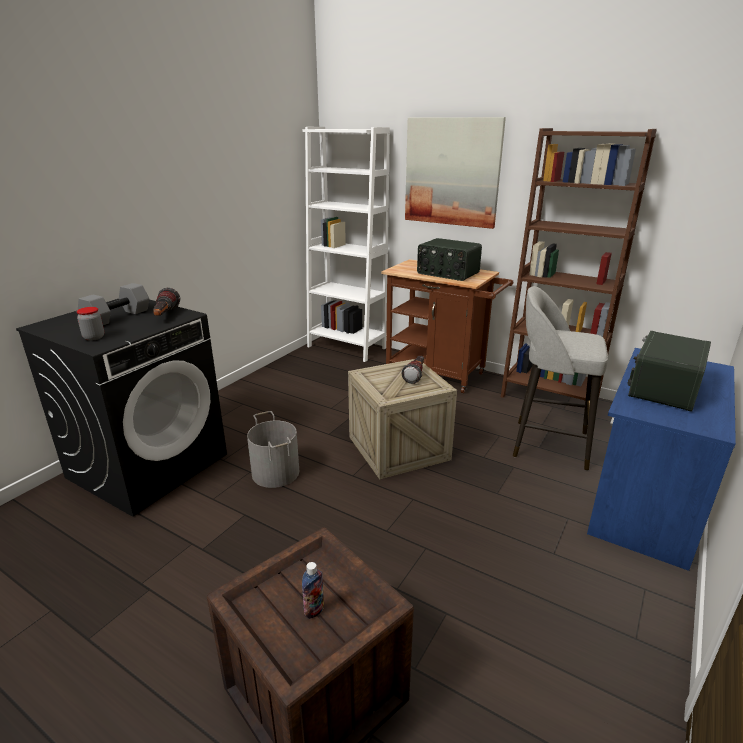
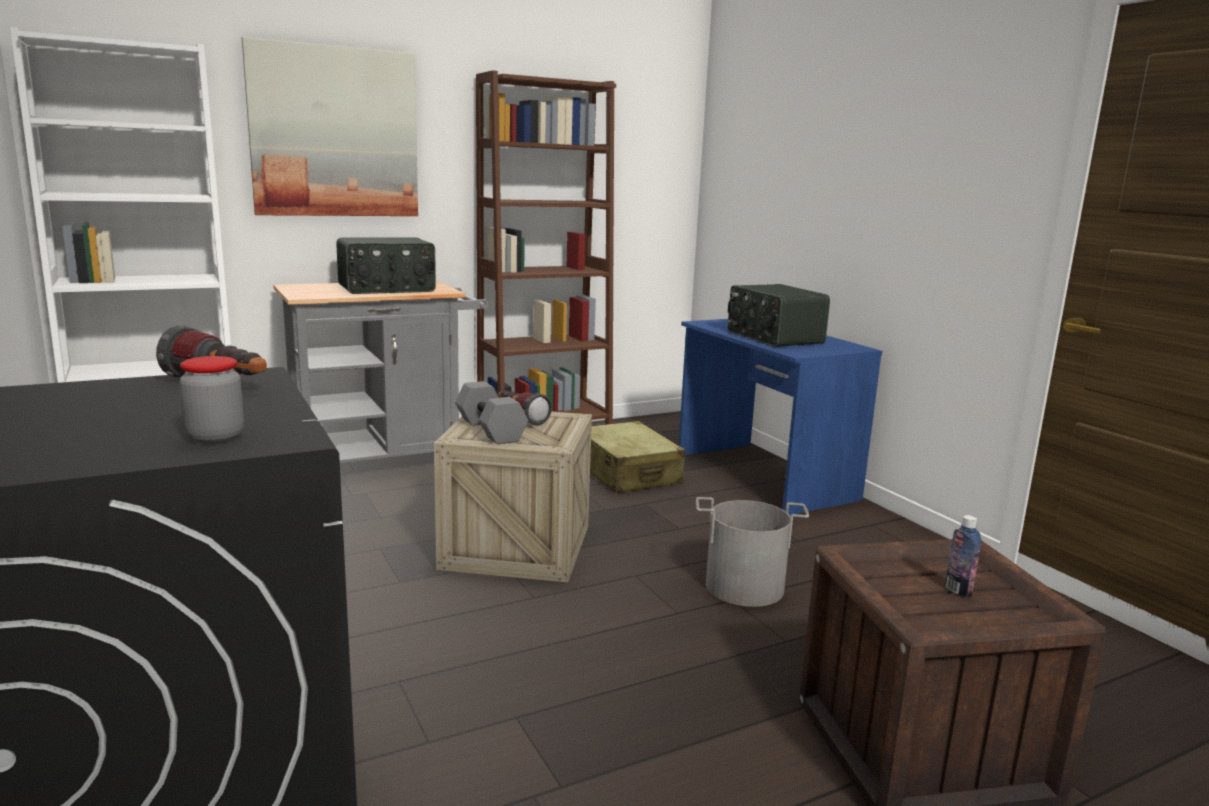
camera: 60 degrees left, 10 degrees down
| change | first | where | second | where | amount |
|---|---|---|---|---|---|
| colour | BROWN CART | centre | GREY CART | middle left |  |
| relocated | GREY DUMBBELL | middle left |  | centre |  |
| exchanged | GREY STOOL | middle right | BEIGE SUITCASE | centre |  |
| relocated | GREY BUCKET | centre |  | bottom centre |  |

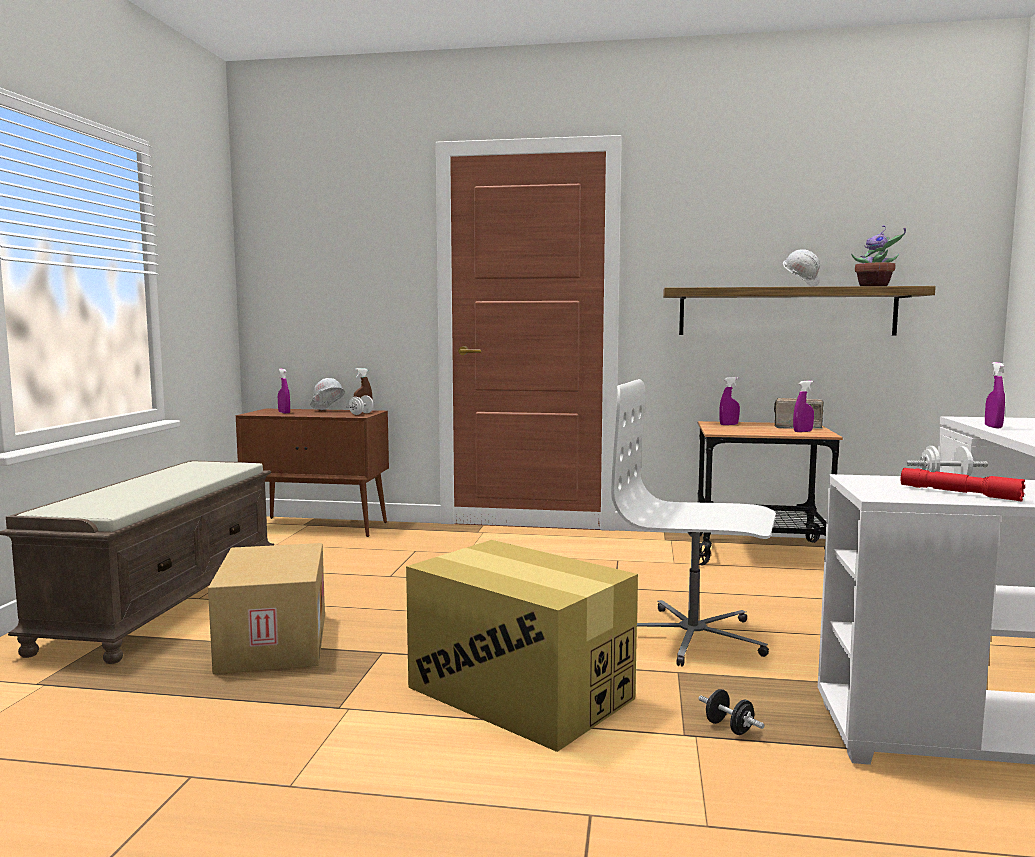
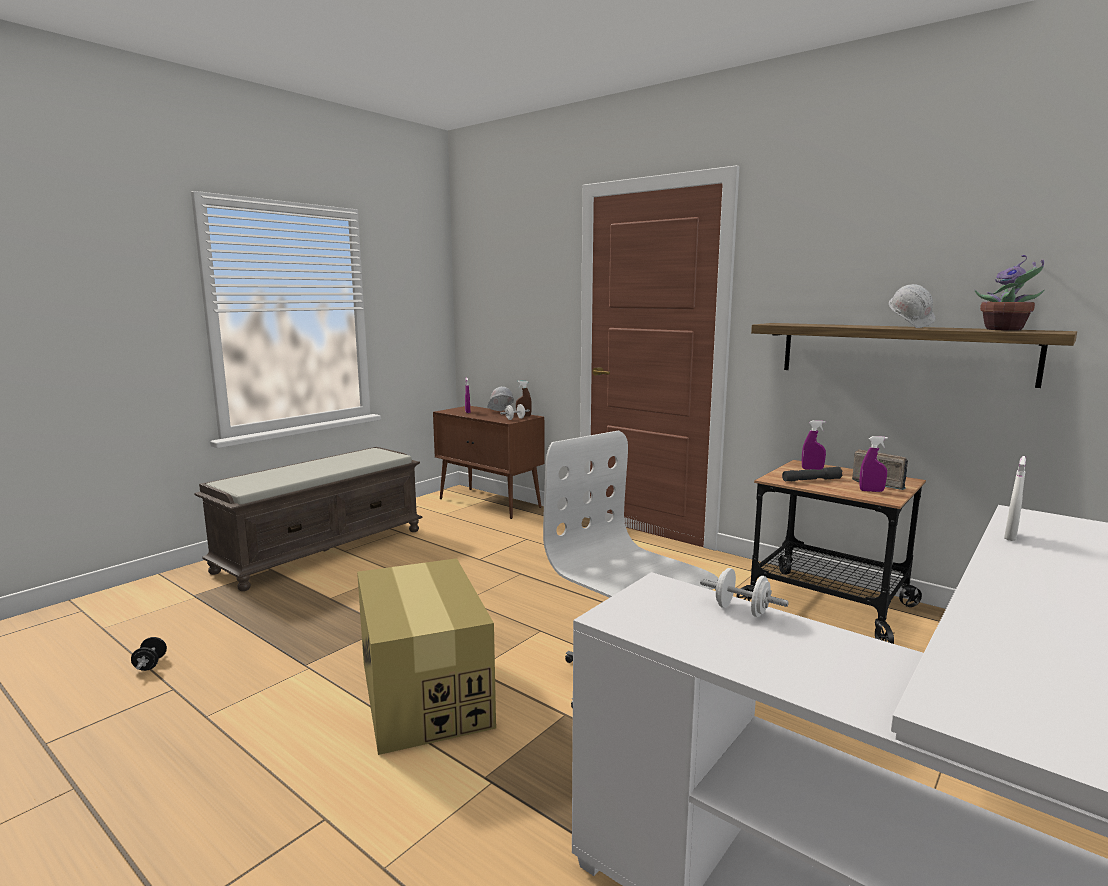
camera: 30 degrees right, 5 degrees up
| change | first | where | second | where | amount |
|---|---|---|---|---|---|
| relocated | BLACK DUMBBELL | bottom right |  | bottom left |  |
| appeared |  |  | GREY FLASHLIGHT | middle right |  |
| colour | PURPLE SPRAY BOTTLE (no. 4 from left) | middle right | WHITE SPRAY BOTTLE | middle right |  |
| missing | CARDBOARD BOX (no. 1 from left) | bottom left |  |  |  |
| missing | RED FLASHLIGHT | middle right |  |  |  |

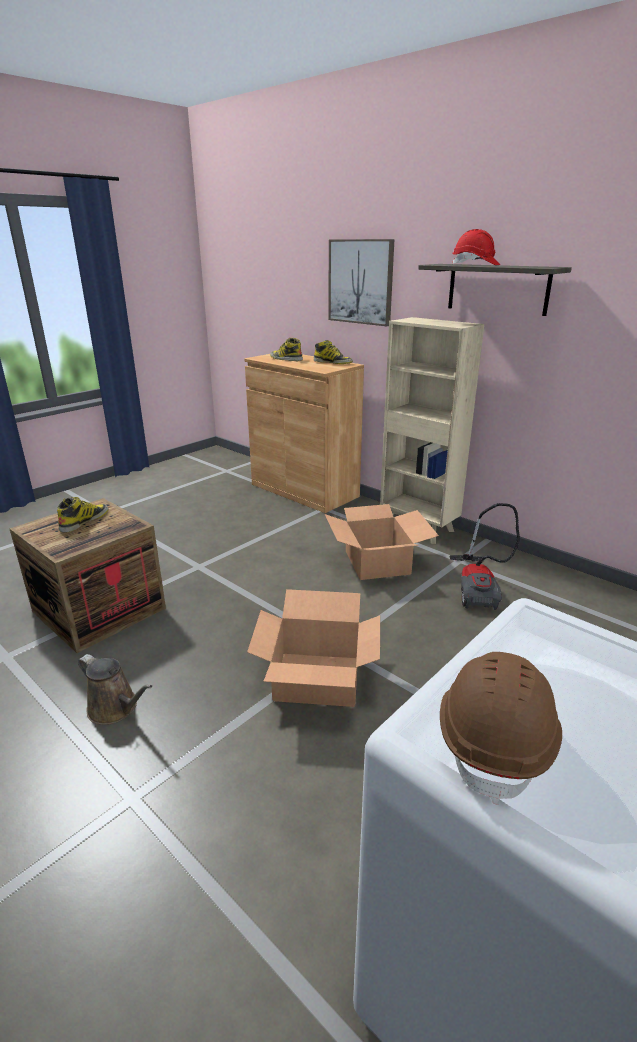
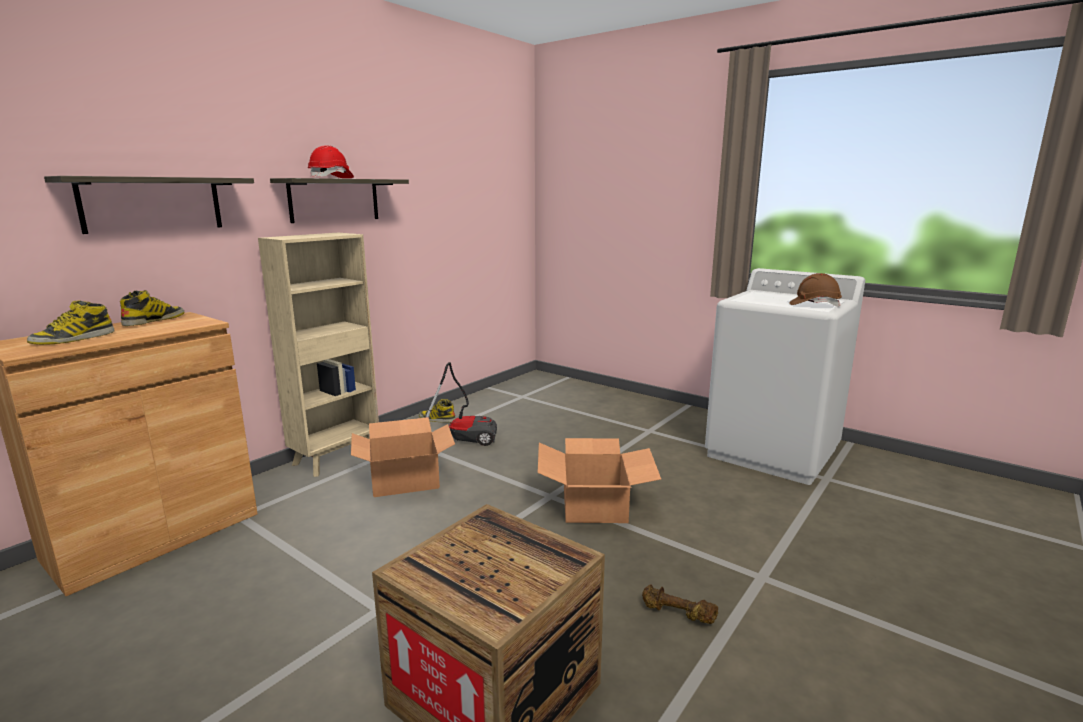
camera: 95 degrees left, 10 degrees down
| change | first | where | second | where | amount |
|---|---|---|---|---|---|
| exchanged | PICTURE | top centre | SHELF (no. 1 from left) | top left |  |
| relocated | BOOT (no. 1 from left in the first image) | middle left | BOOT (no. 3 from left) | centre |  |
| exchanged | BROWN WATERING CAN | middle left | BROWN DUMBBELL | bottom centre |  |

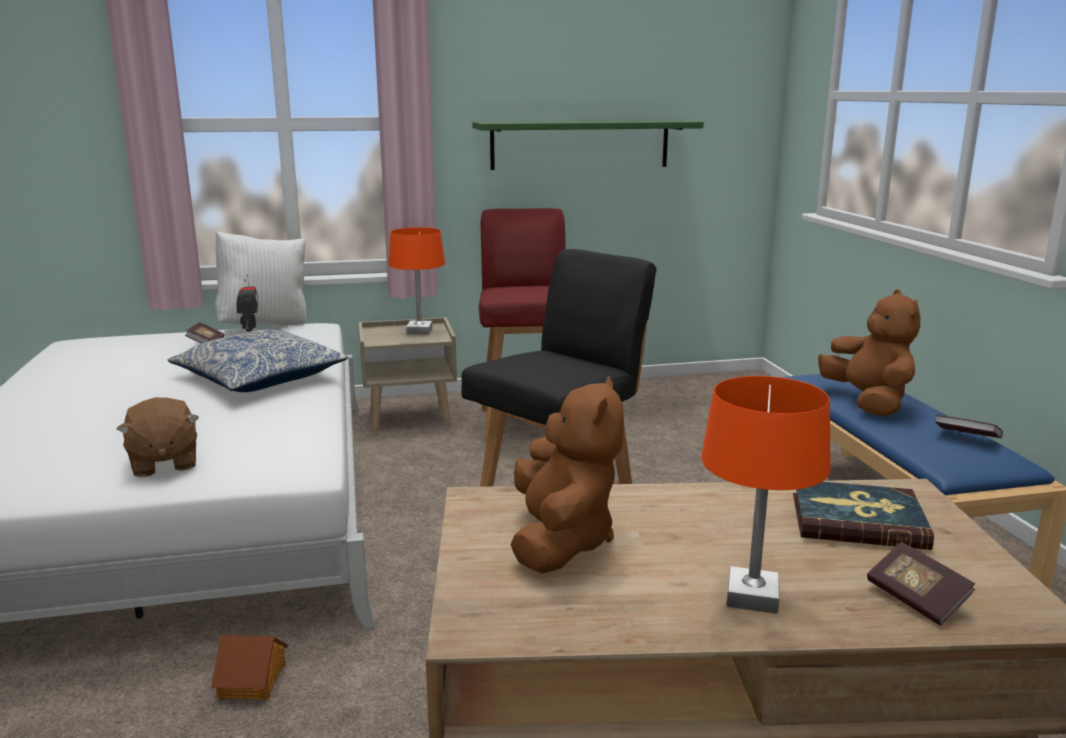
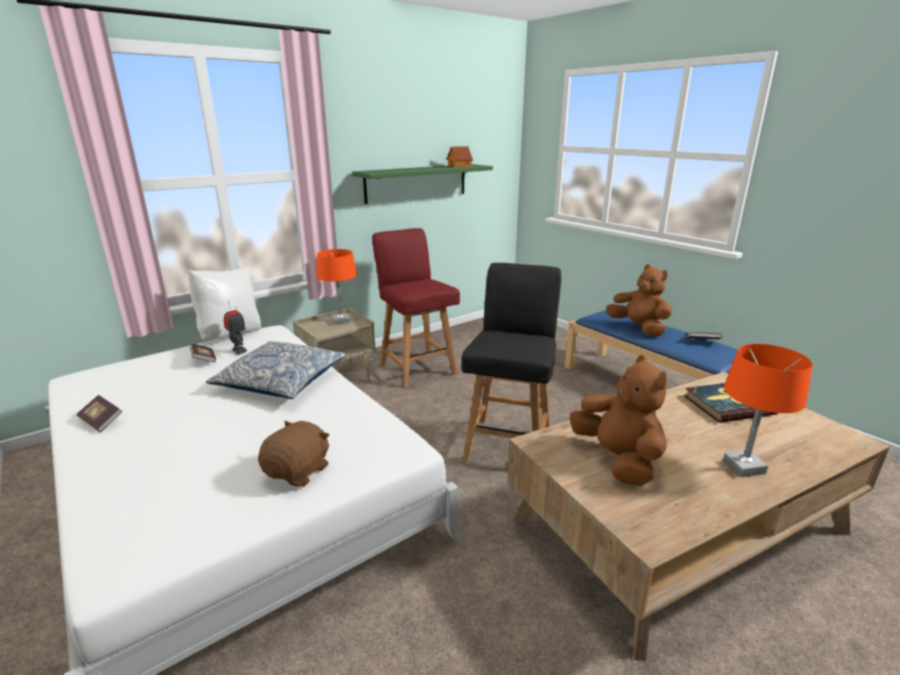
camera: 25 degrees left, 5 degrees up
| change | first | where | second | where | amount |
|---|---|---|---|---|---|
| relocated | BOOK (no. 3 from left in the first image) | bottom right | BOOK (no. 1 from left) | middle left |  |
| spun | BROWN PLUSH TOY (no. 1 from left) | middle left |  | bottom left | 105 degrees counterclockwise |
| relocated | TOY HOUSE | bottom left |  | top centre |  |

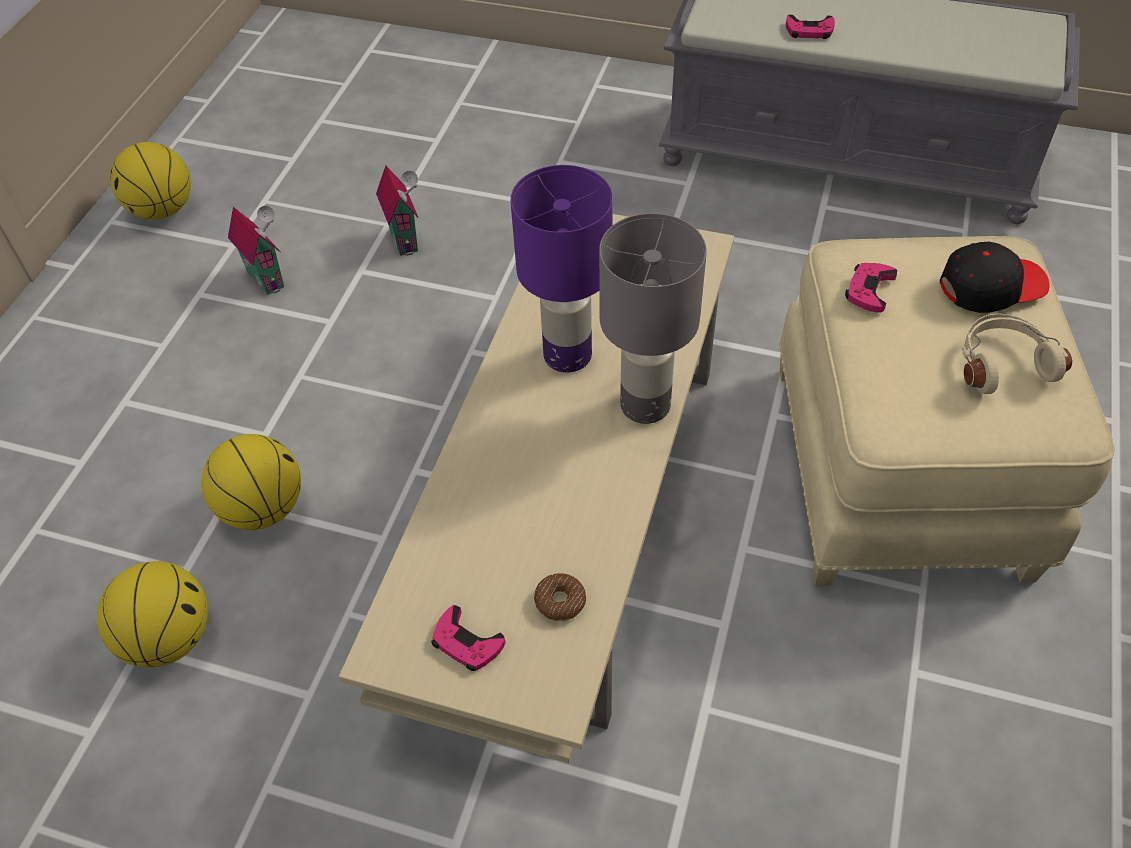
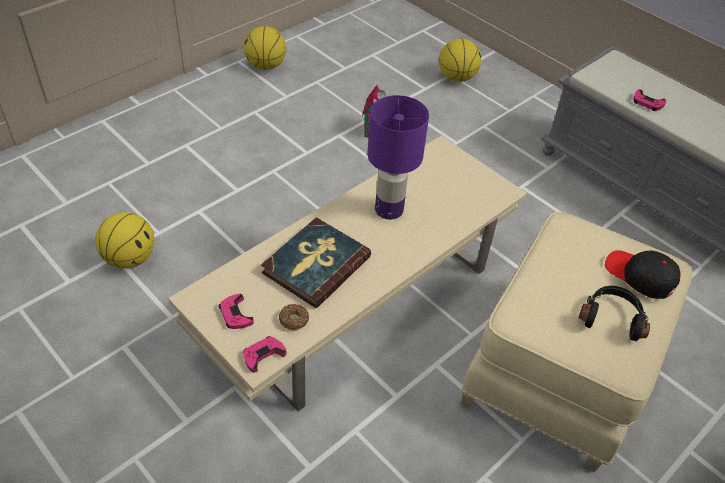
camera: 25 degrees right, 5 degrees down
| change | first | where | second | where | amount |
|---|---|---|---|---|---|
| relocated | PINK GAME CONTROLLER (no. 3 from left in the first image) | middle right | PINK GAME CONTROLLER (no. 2 from left) | bottom centre |  |
| appeared |  |  | BOOK | centre |  |
| relocated | BASKETBALL (no. 3 from left) | middle left |  | top centre |  |
| colour | BEIGE HEADPHONES | middle right | BLACK HEADPHONES | middle right |  |
| spun | BLACK CAP | top right |  | middle right | 150 degrees counterclockwise |
| missing | TOY HOUSE (no. 1 from left) | top left |  |  |  |
| missing | GREY TABLE LAMP | centre |  |  |  |

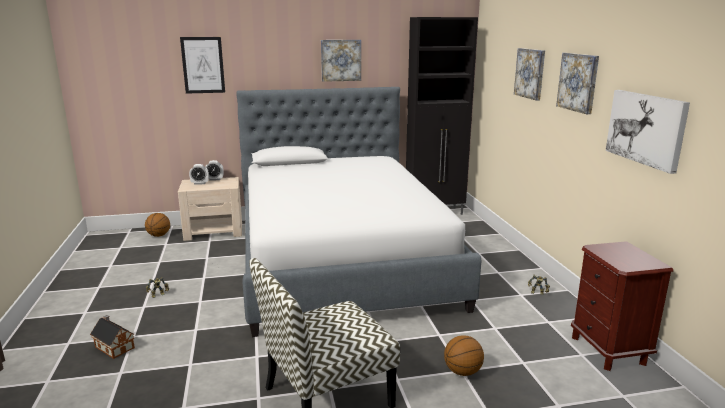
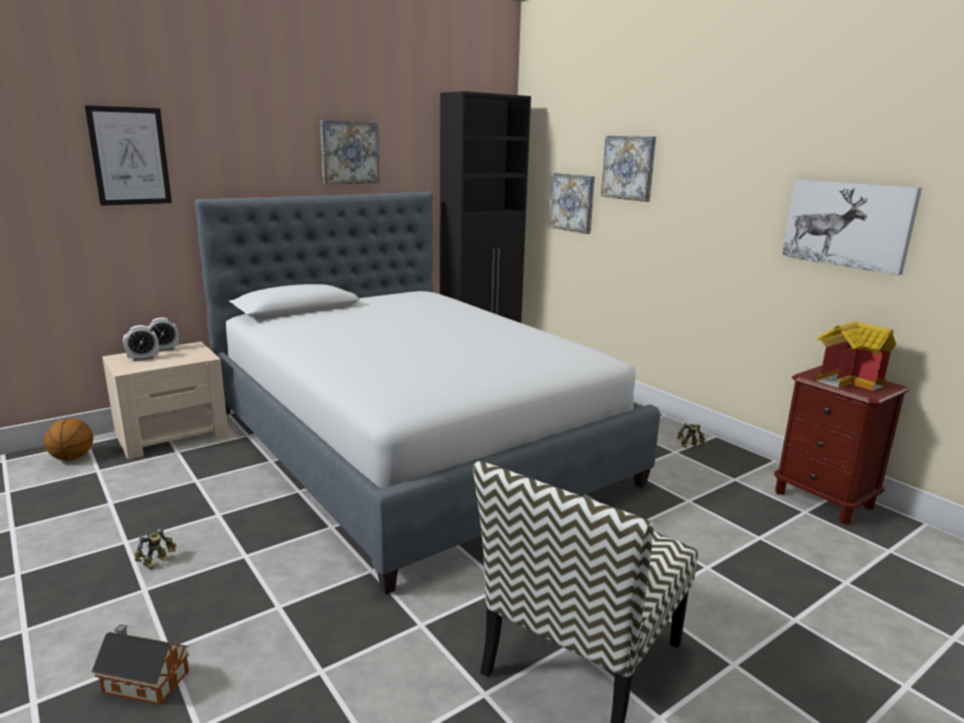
camera: 25 degrees left, 0 degrees up
| change | first | where | second | where | amount |
|---|---|---|---|---|---|
| relocated | PICTURE (no. 4 from left in the first image) | top right | PICTURE (no. 3 from left) | top centre |  |
| appeared |  |  | TOY HOUSE (no. 2 from left) | middle right |  |
| missing | BASKETBALL (no. 2 from left) | bottom centre |  |  |  |

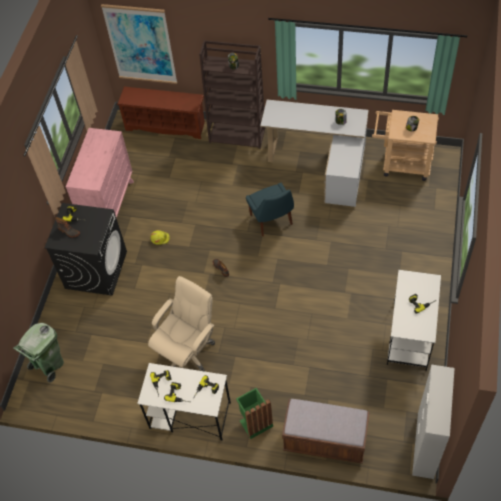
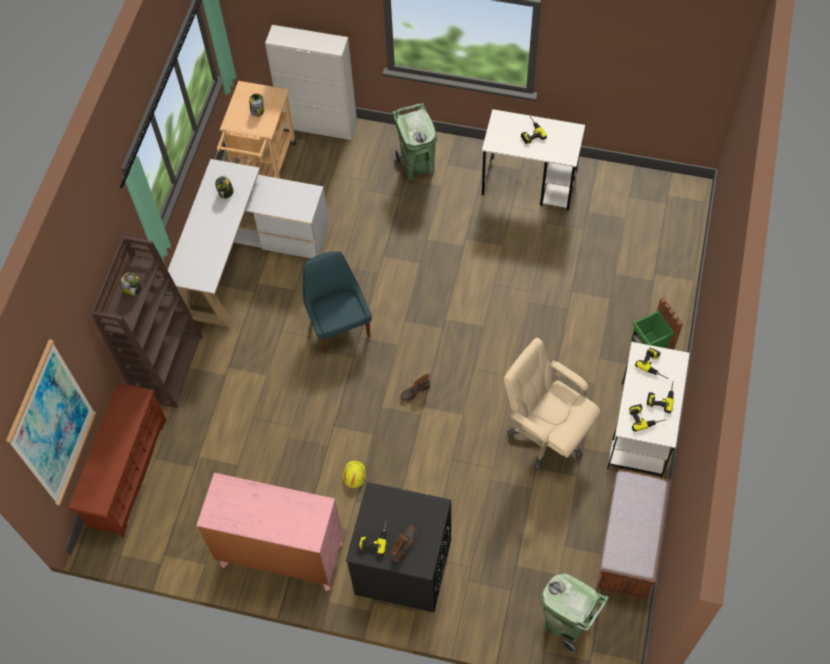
camera: 90 degrees left, 5 degrees up
| change | first | where | second | where | amount |
|---|---|---|---|---|---|
| relocated | WHITE CABINET | bottom right |  | top centre |  |
| spun | BLUE CHAIR | centre |  | centre | 90 degrees counterclockwise |
| appeared |  |  | GREEN TRASH CAN (no. 1 from left) | top centre |  |
| relocated | BROWN BENCH | bottom centre |  | bottom right |  |

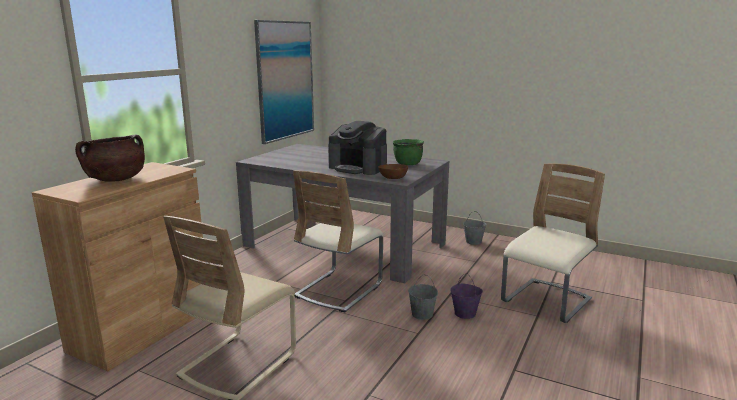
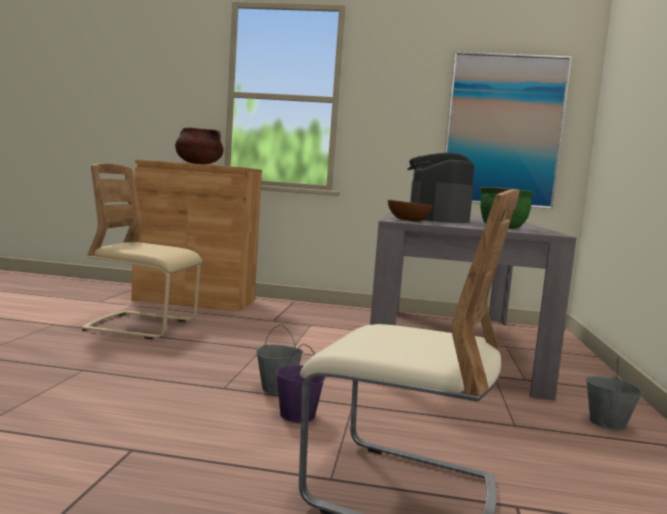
camera: 70 degrees right, 10 degrees down
| change | first | where | second | where | amount |
|---|---|---|---|---|---|
| missing | BEIGE CHAIR (no. 2 from left) | centre |  |  |  |

